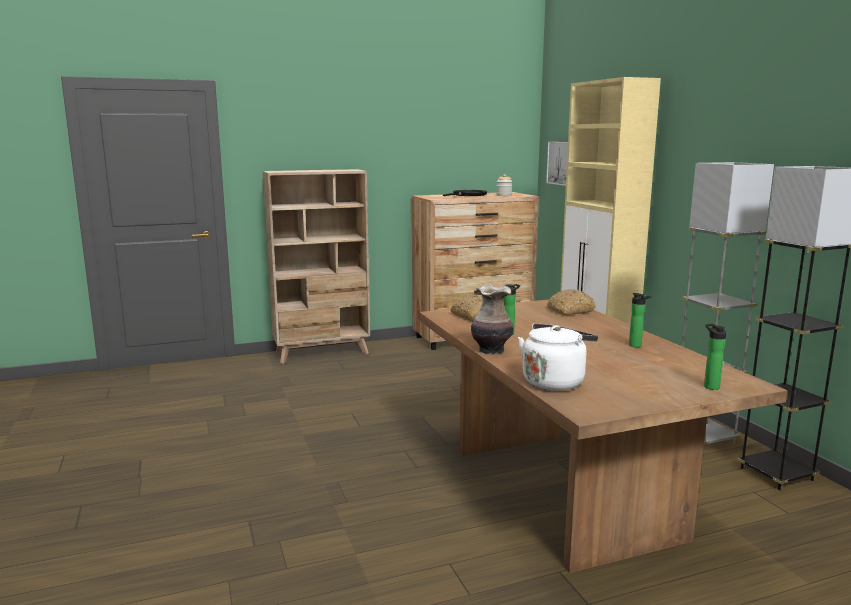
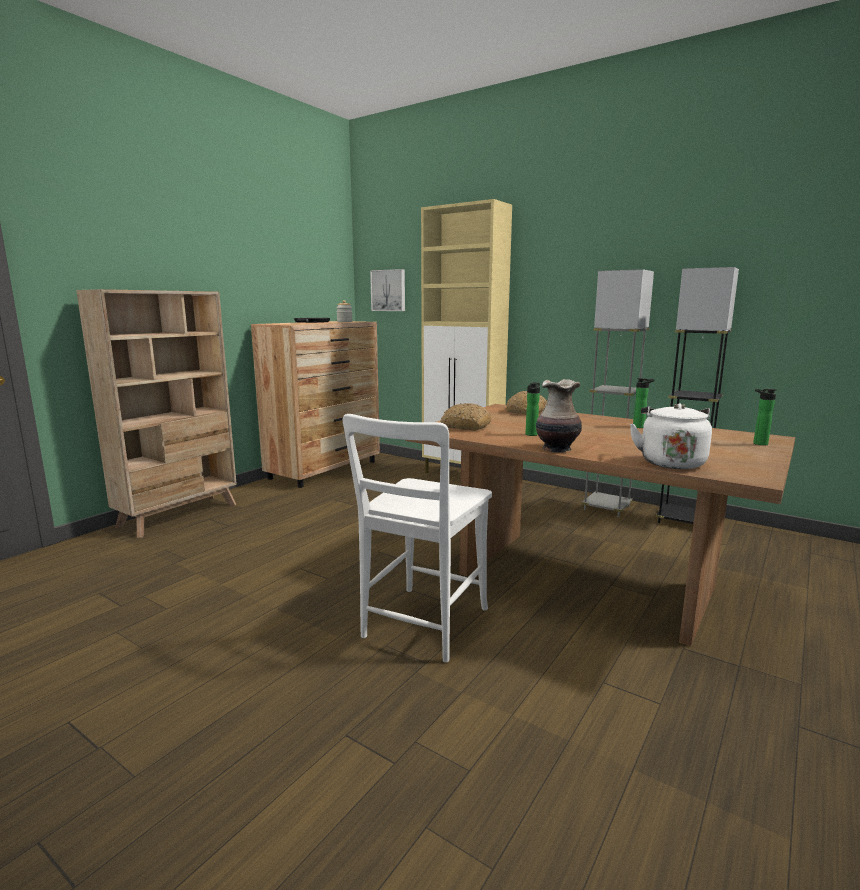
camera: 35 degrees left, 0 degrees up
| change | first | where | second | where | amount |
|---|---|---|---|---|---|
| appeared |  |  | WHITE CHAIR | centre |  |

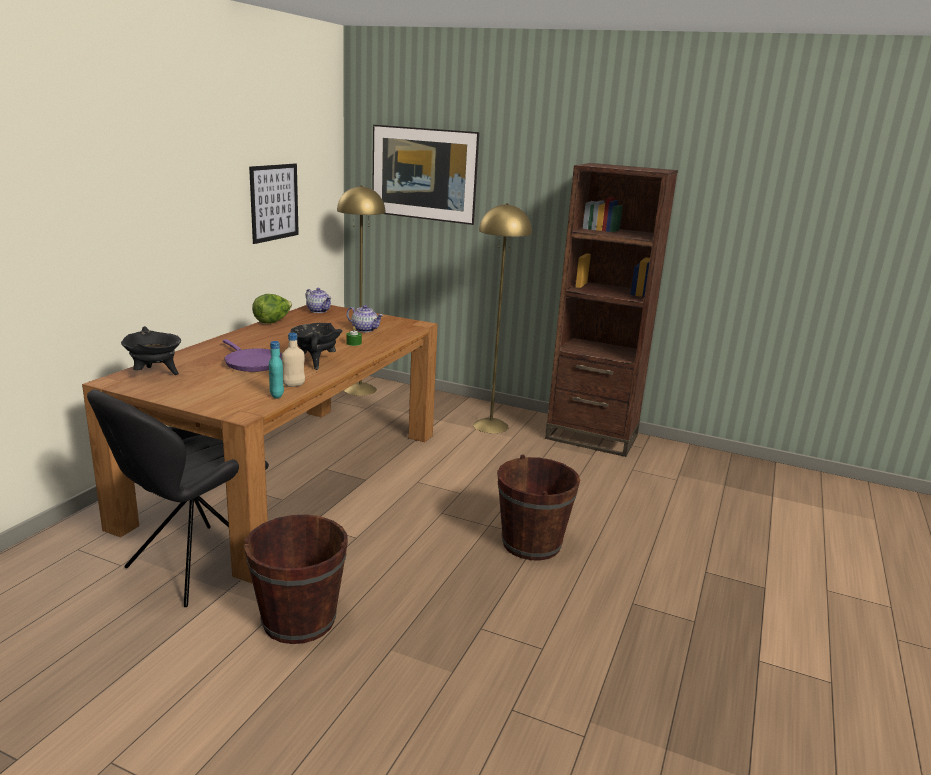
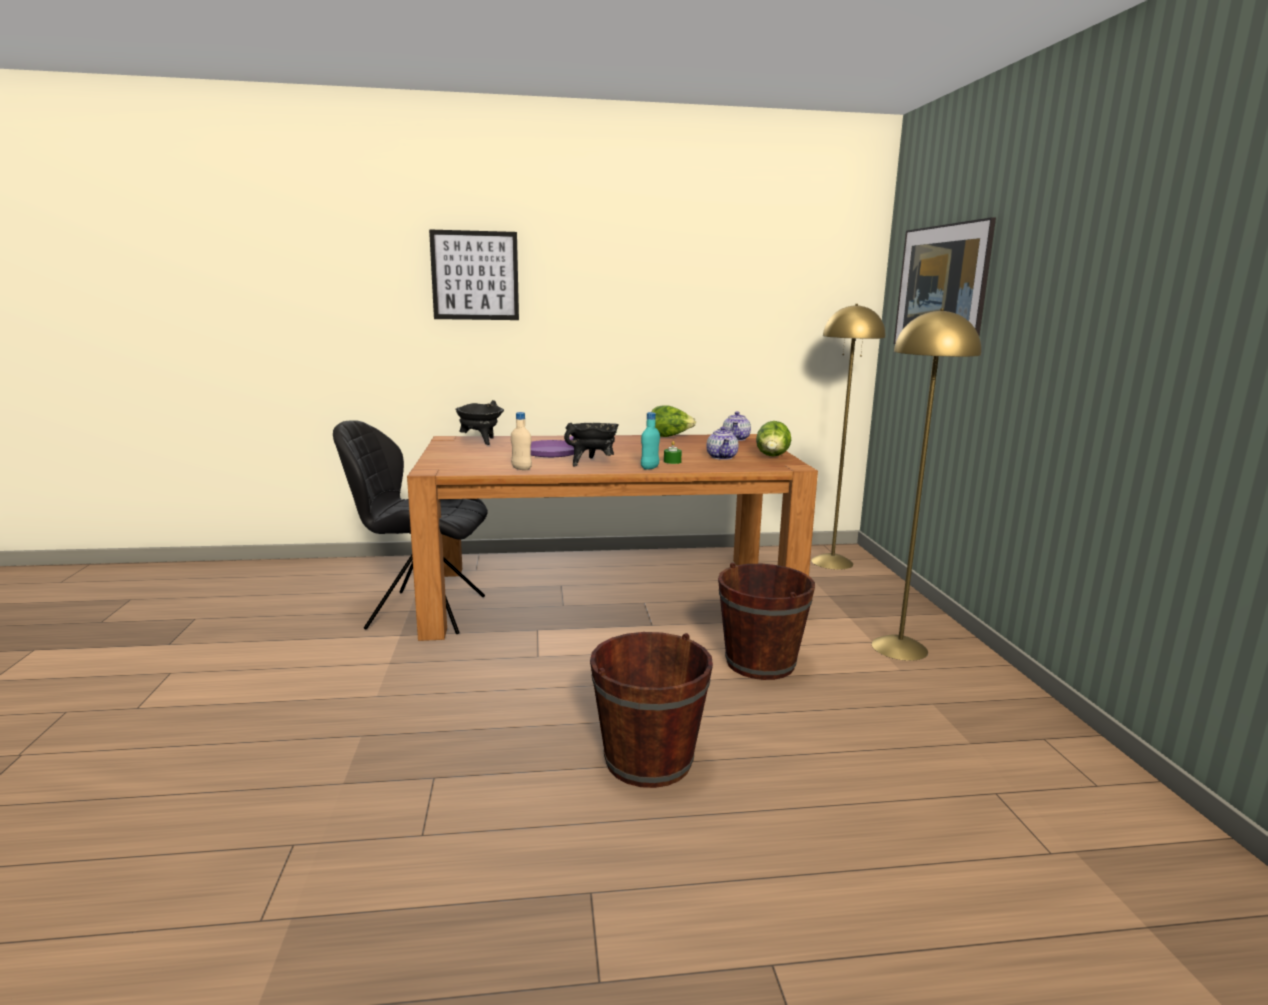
camera: 60 degrees right, 5 degrees down
| change | first | where | second | where | amount |
|---|---|---|---|---|---|
| relocated | PICTURE (no. 1 from left) | top left |  | top centre |  |
| relocated | TURQUOISE BOTTLE | middle left |  | centre |  |
| relocated | BROWN BUCKET (no. 1 from left in the first image) | bottom left | BROWN BUCKET (no. 2 from left) | centre |  |
| appeared |  |  | LETTUCE (no. 2 from left) | centre |  |
| missing | BROWN BOOKCASE | centre |  |  |  |

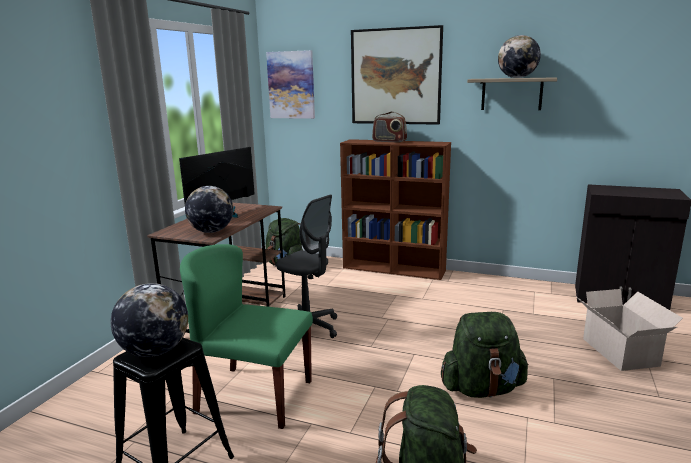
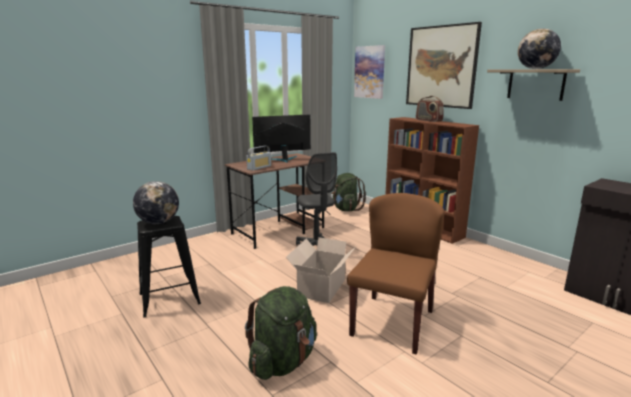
camera: 30 degrees right, 0 degrees up
| change | first | where | second | where | amount |
|---|---|---|---|---|---|
| exchanged | GLOBE (no. 2 from left) | middle left | RADIO (no. 1 from left) | centre |  |
| relocated | CARDBOARD BOX | bottom right |  | bottom centre |  |
| exchanged | GREEN BACKPACK (no. 3 from left) | bottom right | BROWN CHAIR | bottom centre |  |
| missing | GREEN CHAIR | bottom centre |  |  |  |

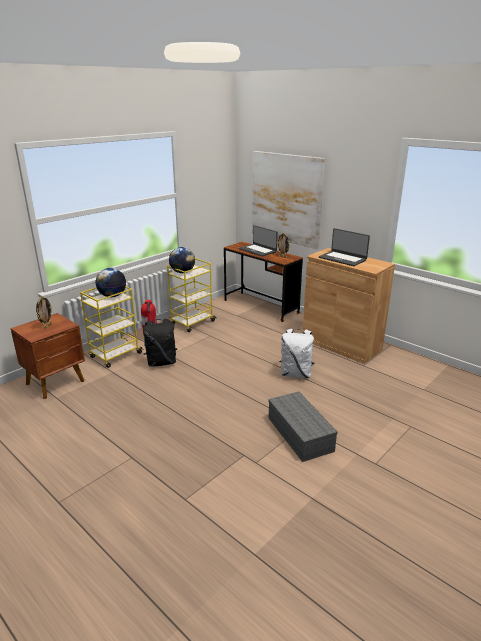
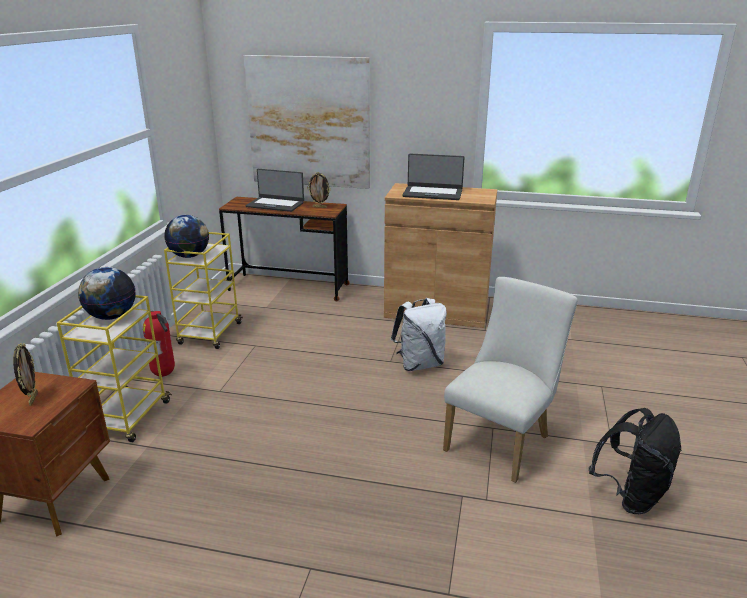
camera: 30 degrees left, 0 degrees up
| change | first | where | second | where | amount |
|---|---|---|---|---|---|
| exchanged | GREY STORAGE BOX | centre | WHITE CHAIR | middle right |  |
| relocated | BLACK BACKPACK | middle left |  | bottom right |  |

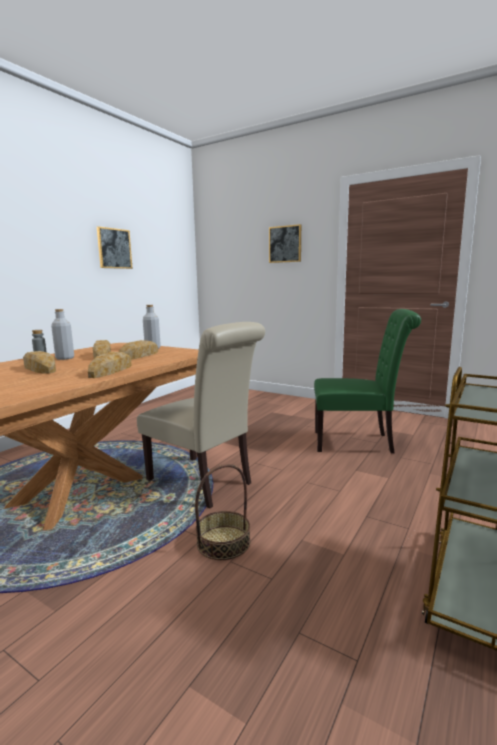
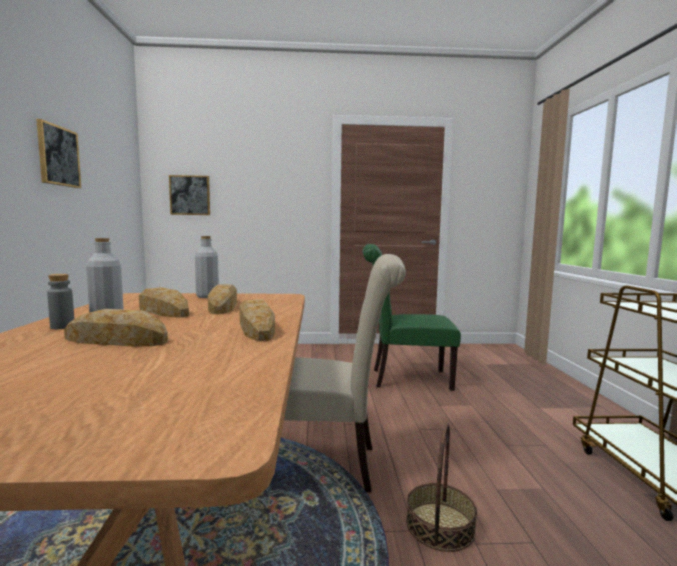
camera: 35 degrees left, 5 degrees down
| change | first | where | second | where | amount |
|---|---|---|---|---|---|
| relocated | PICTURE (no. 2 from left) | top centre |  | middle left |  |
| spun | GREEN CHAIR | middle right |  | centre | 150 degrees counterclockwise |

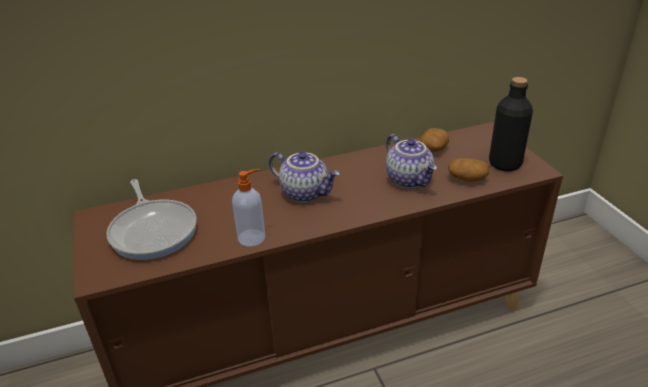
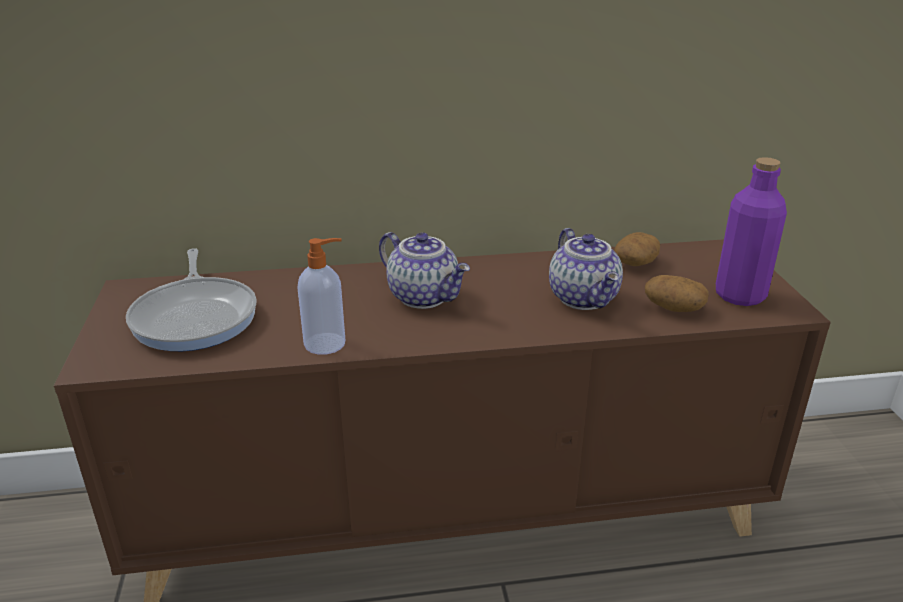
camera: 10 degrees right, 5 degrees down
| change | first | where | second | where | amount |
|---|---|---|---|---|---|
| colour | BLACK BOTTLE | top right | PURPLE BOTTLE | middle right |  |

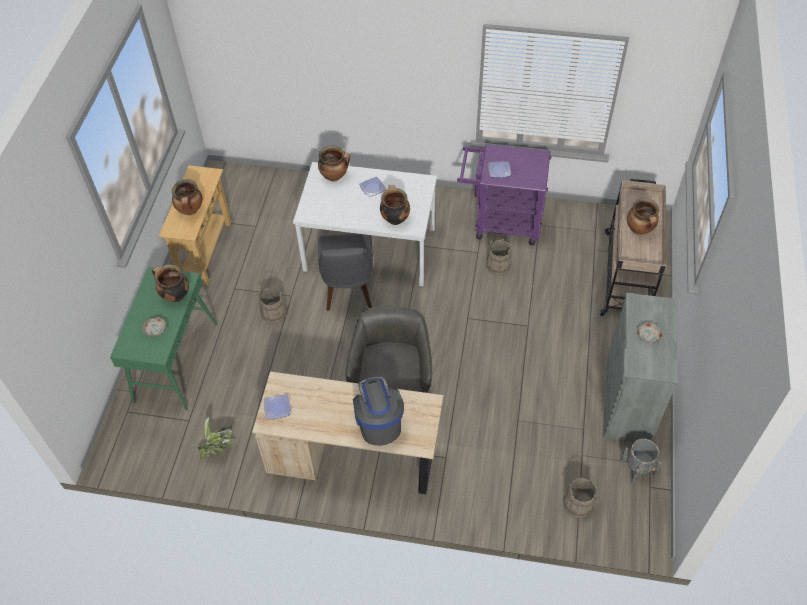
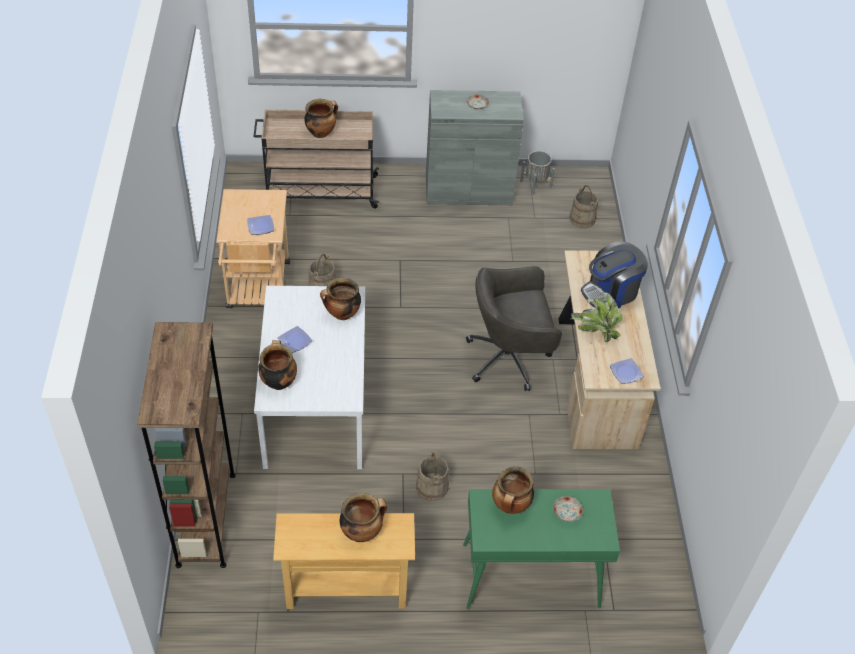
camera: 105 degrees left, 5 degrees down
| change | first | where | second | where | amount |
|---|---|---|---|---|---|
| appeared |  |  | BROWN BOOKCASE | bottom left |  |
| colour | PURPLE CART | top centre | BEIGE CART (no. 1 from left) | middle left |  |
| relocated | POTTED PLANT | bottom left |  | middle right |  |
| missing | GREY CHAIR | centre |  |  |  |

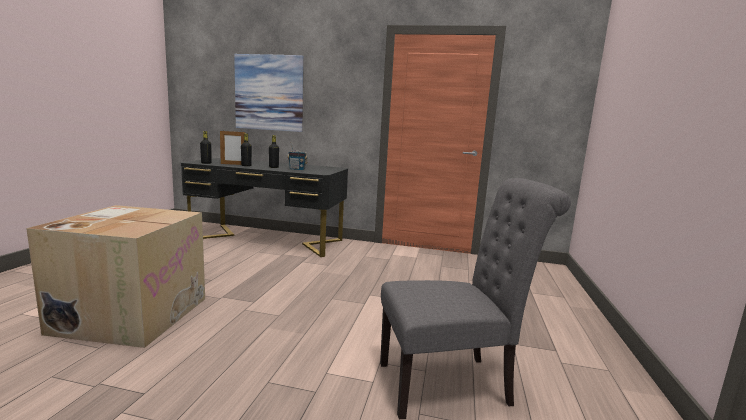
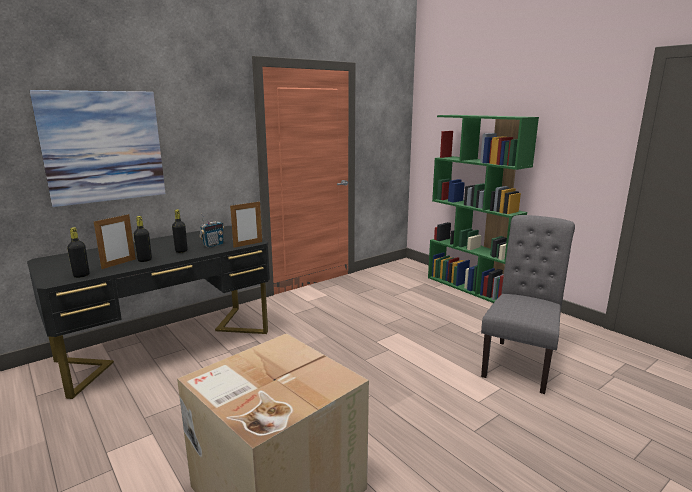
camera: 50 degrees left, 5 degrees up
| change | first | where | second | where | amount |
|---|---|---|---|---|---|
| appeared |  |  | PICTURE FRAME (no. 2 from left) | centre |  |
| appeared |  |  | GREEN BOOKCASE | middle right |  |

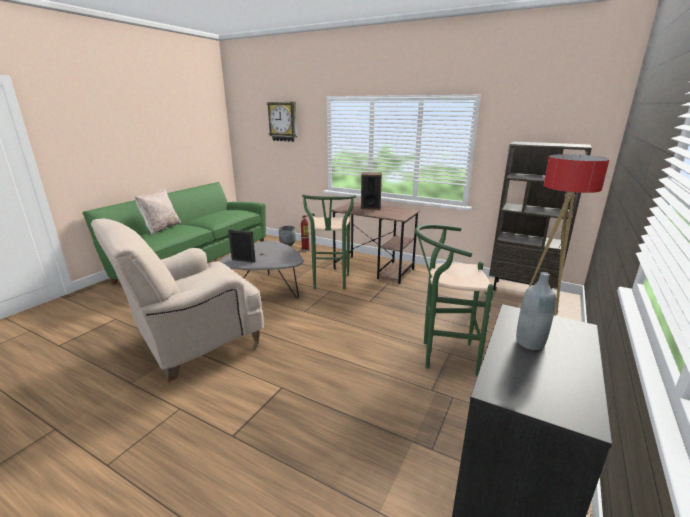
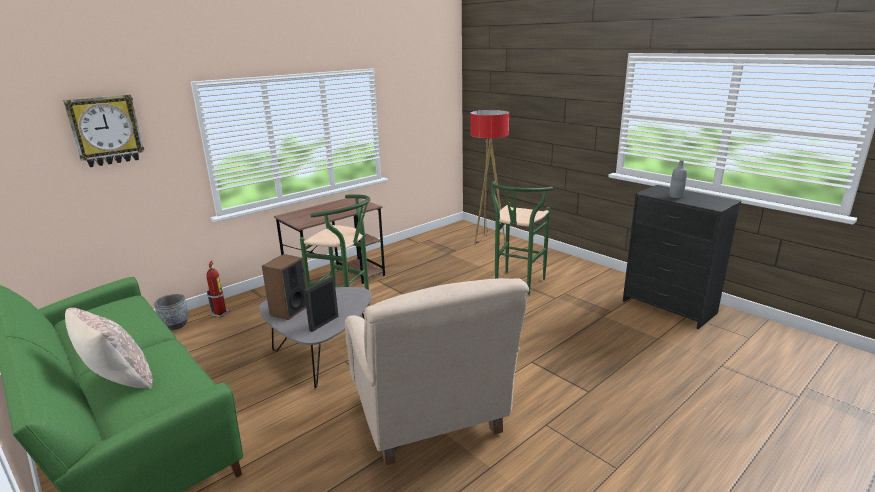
camera: 70 degrees left, 0 degrees up
| change | first | where | second | where | amount |
|---|---|---|---|---|---|
| relocated | SPEAKER | centre |  | middle left |  |
| missing | BROWN BOOKCASE | middle right |  |  |  |

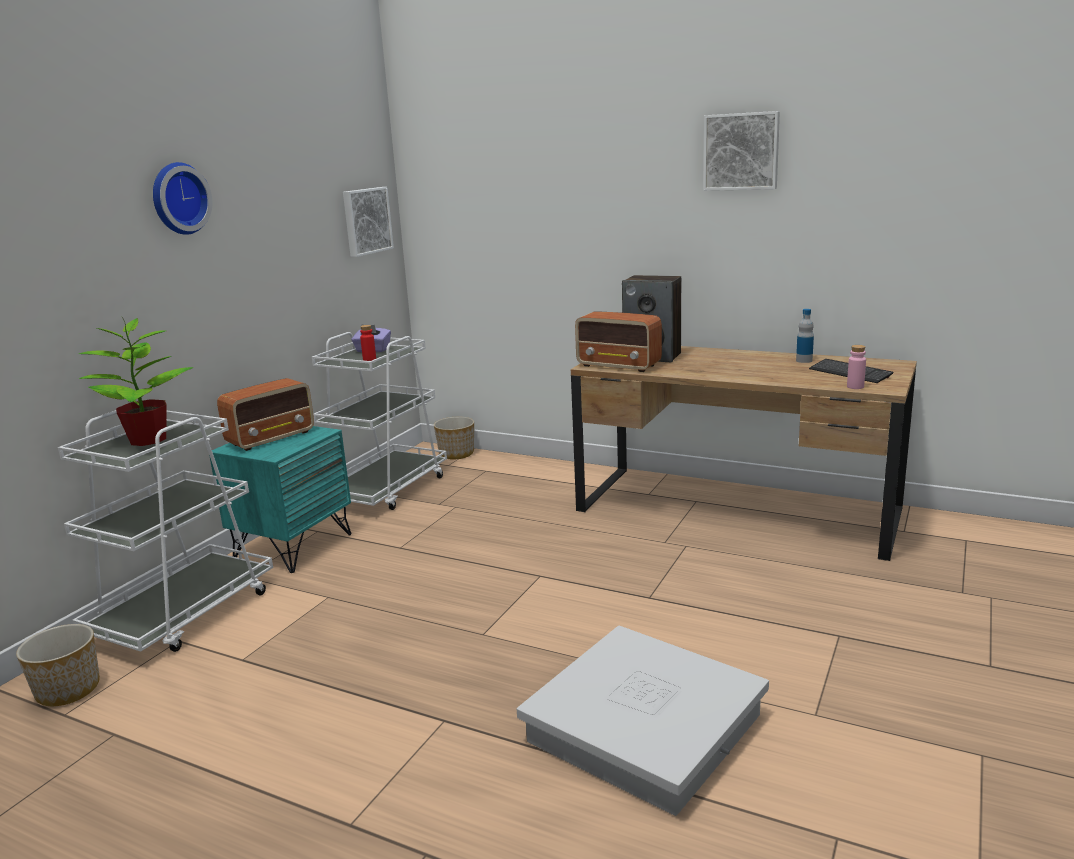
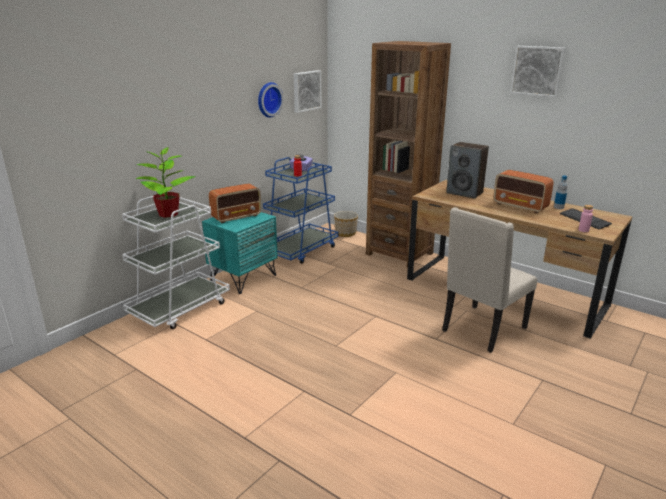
camera: 10 degrees right, 5 degrees up
| change | first | where | second | where | amount |
|---|---|---|---|---|---|
| relocated | WALL CLOCK | top left |  | top centre |  |
| colour | WHITE CART (no. 2 from left) | centre | BLUE CART | centre |  |
| appeared |  |  | BROWN BOOKCASE | top centre |  |
| appeared |  |  | BEIGE CHAIR | middle right |  |
| relocated | RADIO (no. 2 from left) | centre |  | middle right |  |
| missing | PLANTER (no. 1 from left) | bottom left |  |  |  |
| missing | WHITE STORAGE BOX | bottom centre |  |  |  |

